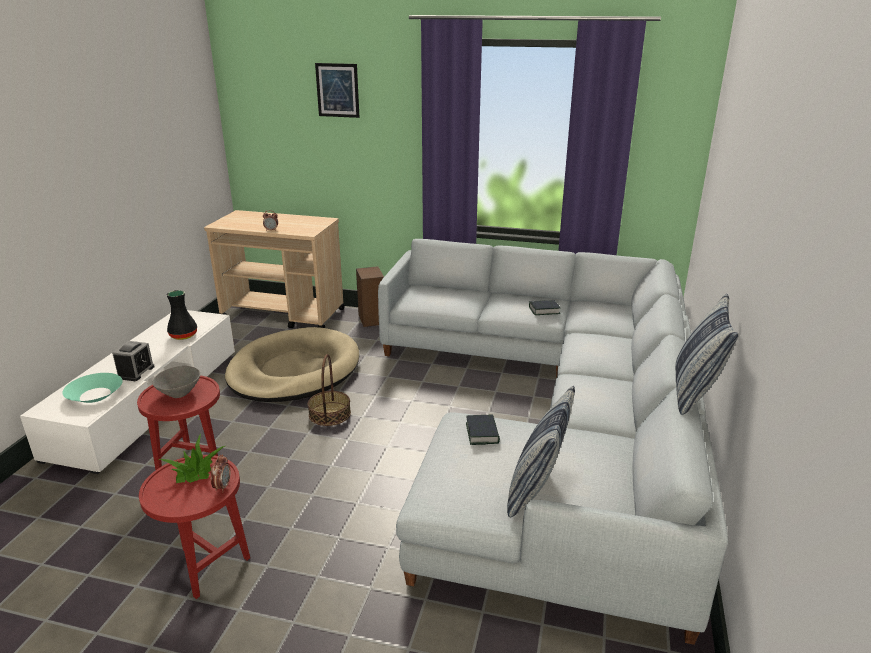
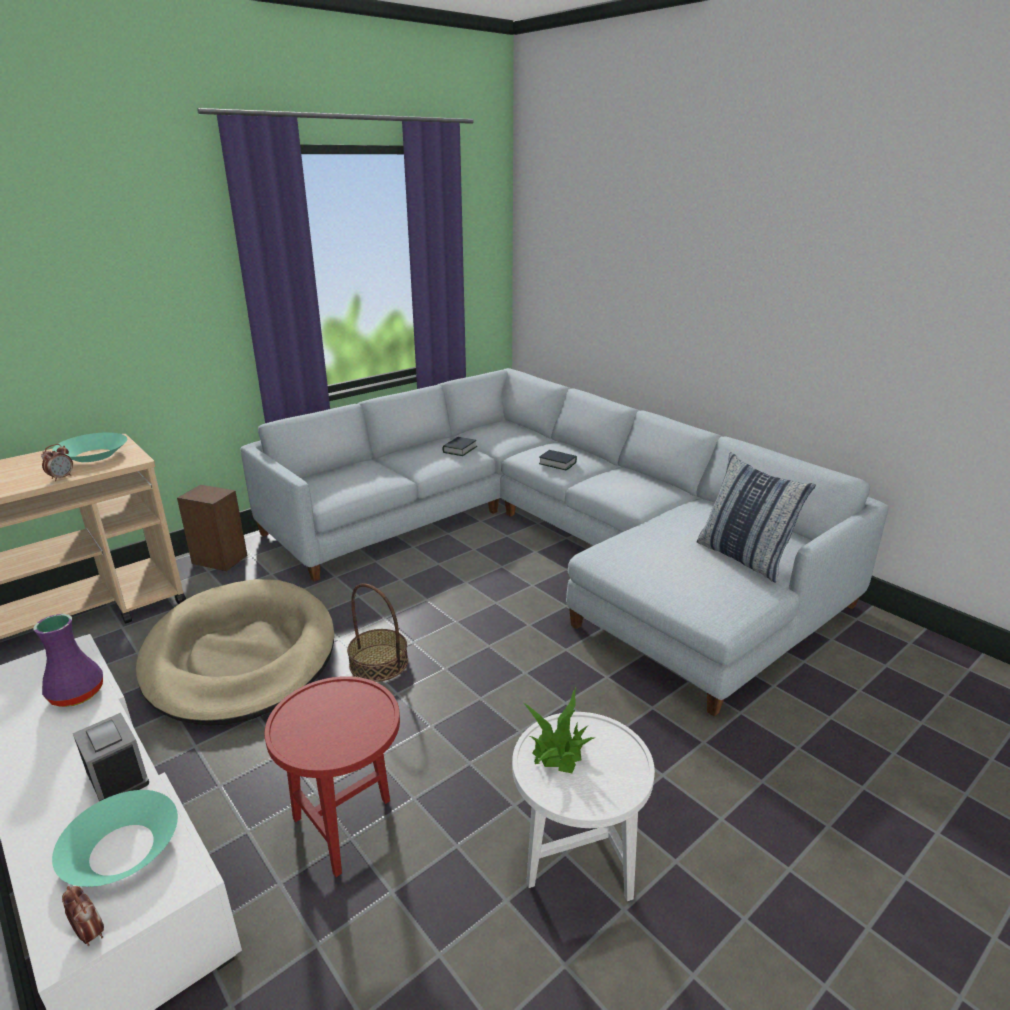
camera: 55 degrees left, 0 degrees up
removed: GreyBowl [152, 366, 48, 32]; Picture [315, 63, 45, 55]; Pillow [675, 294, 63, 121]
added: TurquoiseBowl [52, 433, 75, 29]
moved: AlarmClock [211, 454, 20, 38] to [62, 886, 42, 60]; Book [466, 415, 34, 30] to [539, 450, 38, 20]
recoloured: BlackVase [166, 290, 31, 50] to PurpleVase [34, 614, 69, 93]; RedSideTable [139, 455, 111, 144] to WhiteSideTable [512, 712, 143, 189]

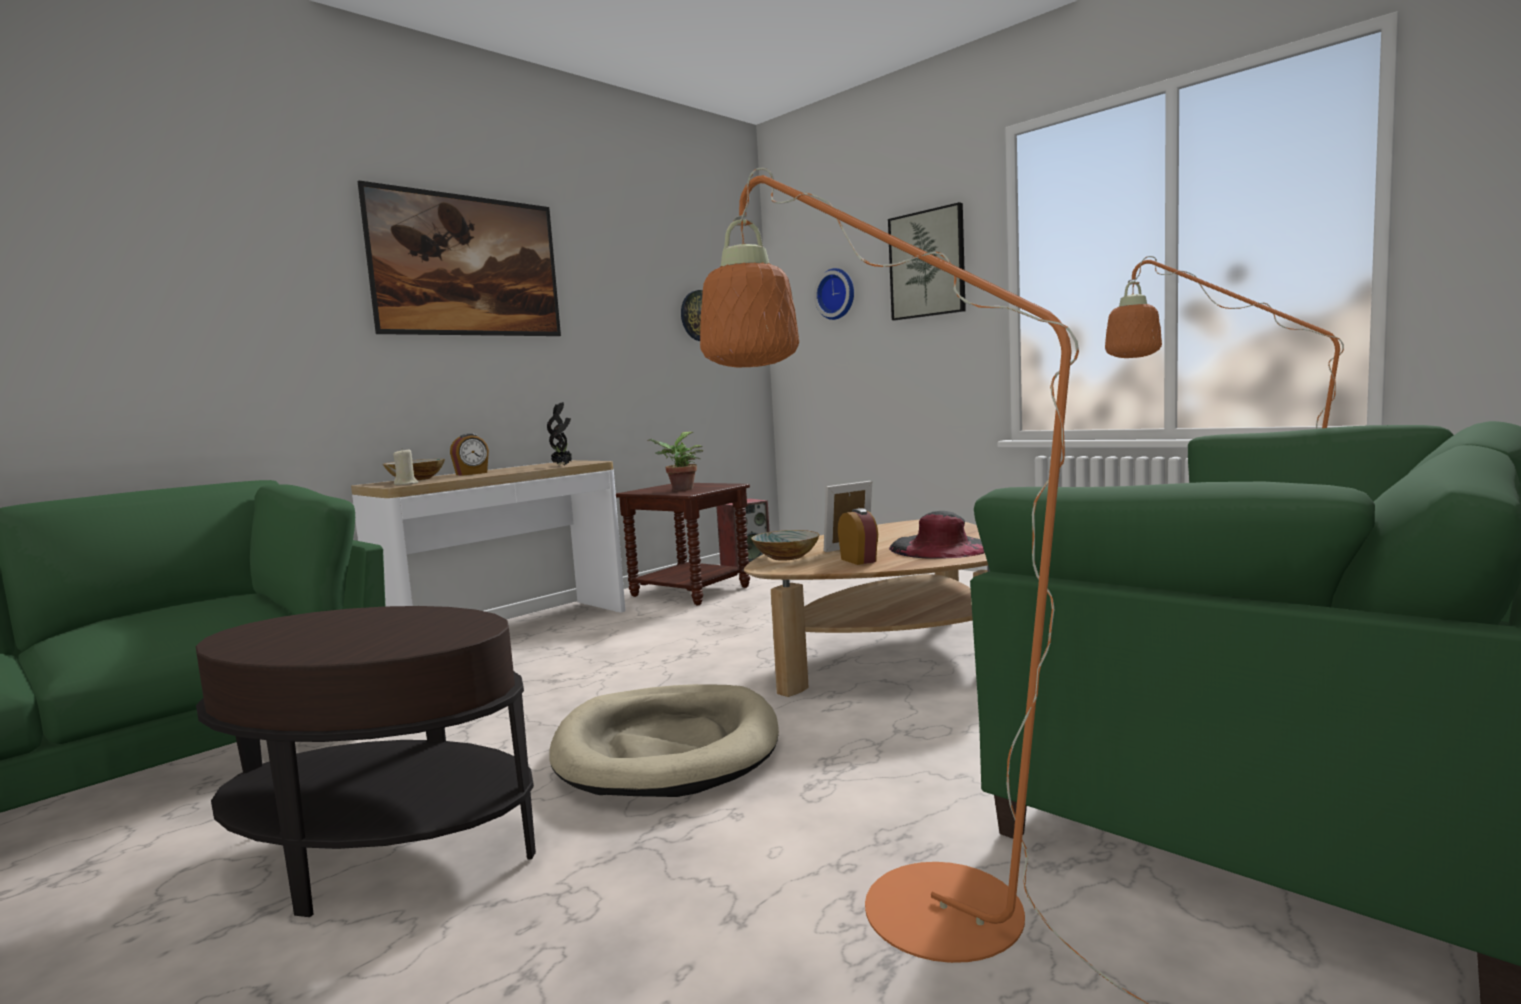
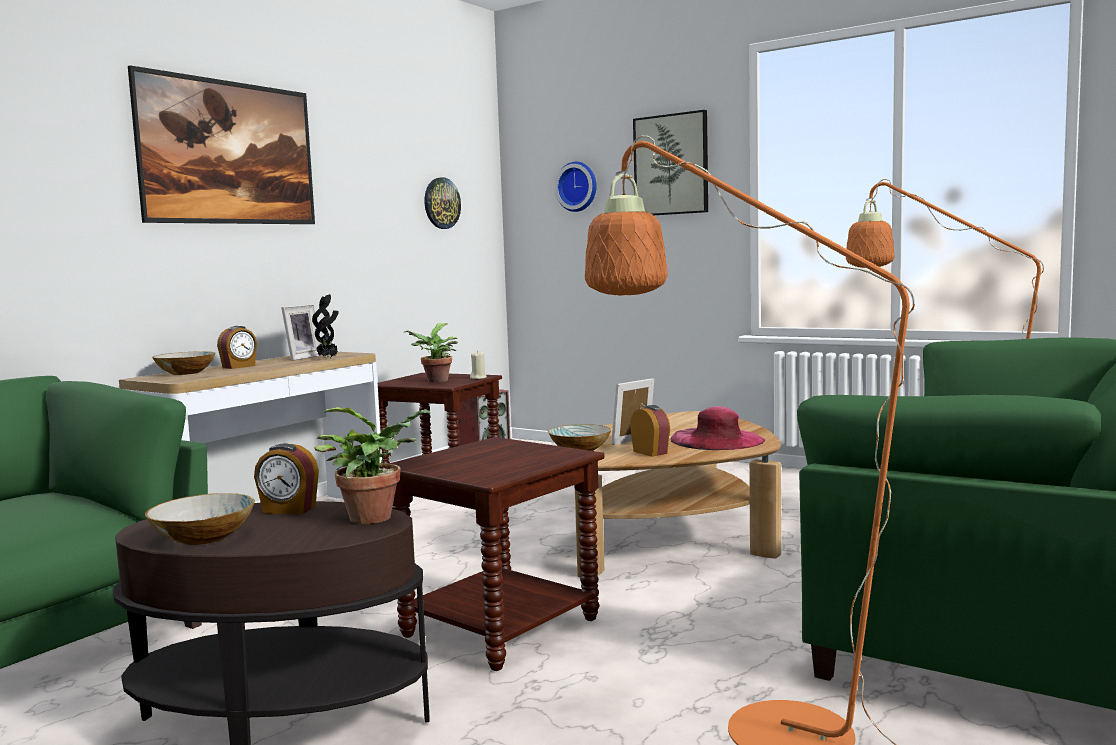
camera: 10 degrees left, 0 degrees up
added: Bowl [145, 493, 110, 52]; AlarmClock [254, 443, 65, 71]; PictureFrame [281, 304, 42, 57]; PottedPlant [314, 407, 118, 117]
moved: BeigeCandle [393, 449, 25, 36] to [470, 350, 17, 29]
replaced: BeigeDogBed [549, 684, 230, 113] to BrownSideTable [389, 437, 216, 234]
recoloured: BlackHat [889, 511, 96, 48] to PinkHat [670, 406, 95, 44]

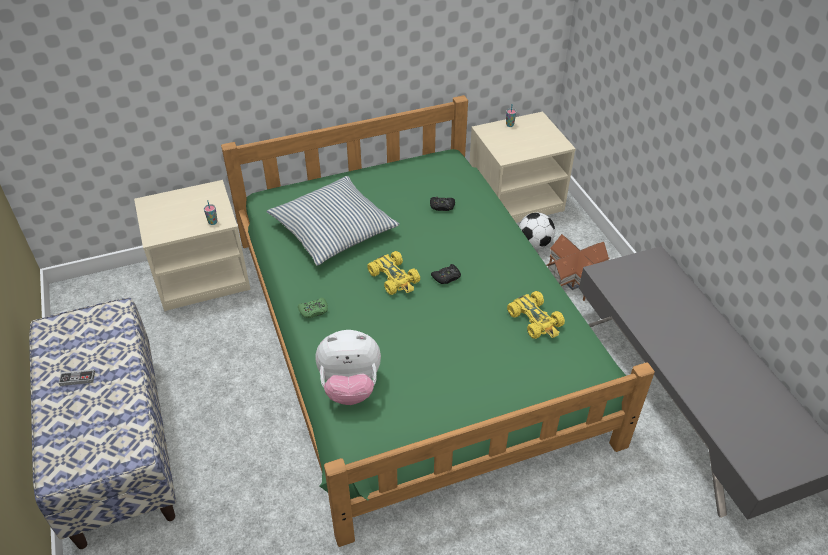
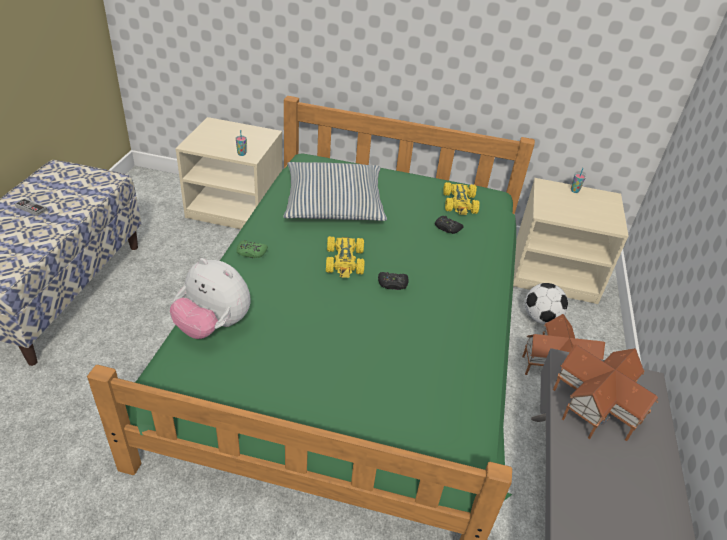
camera: 30 degrees right, 5 degrees down
added: ToyHouse [553, 345, 105, 96]
moved: YellowToyCar [507, 291, 58, 48] to [443, 182, 37, 33]

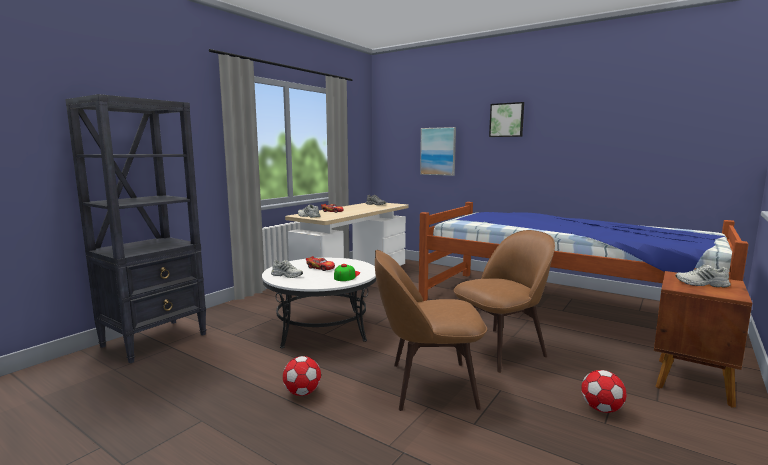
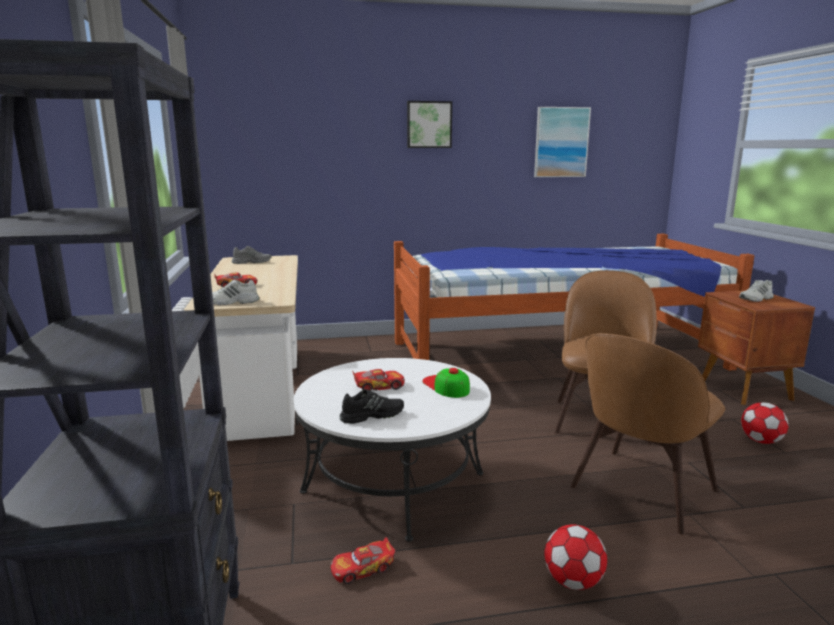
camera: 45 degrees left, 5 degrees up
added: ToyCar [331, 537, 64, 47]
moved: Picture [420, 127, 36, 49] to [534, 107, 57, 70]
recoloured: WhiteShoe [271, 260, 32, 18] to BlackShoe [339, 389, 65, 35]

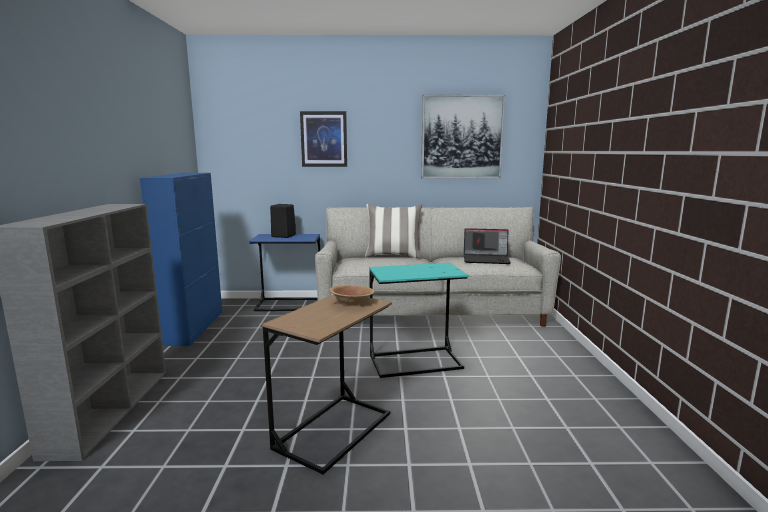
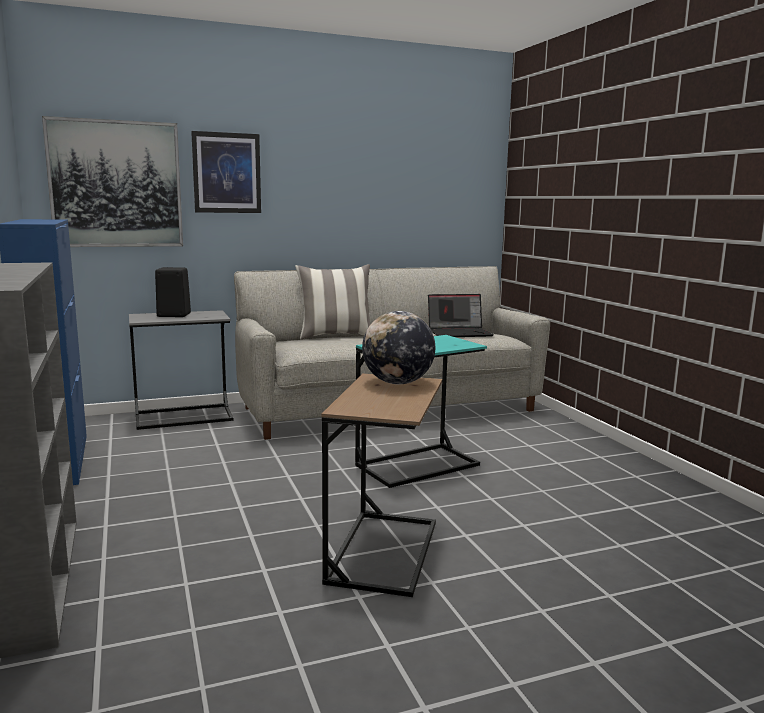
camera: 20 degrees left, 0 degrees up
moved: Picture [421, 95, 84, 83] to [42, 116, 141, 131]
replaced: BrownBowl [329, 285, 46, 20] to Globe [362, 311, 73, 73]
recoloured: BlueSideTable [249, 234, 71, 77] to GreySideTable [129, 310, 105, 120]

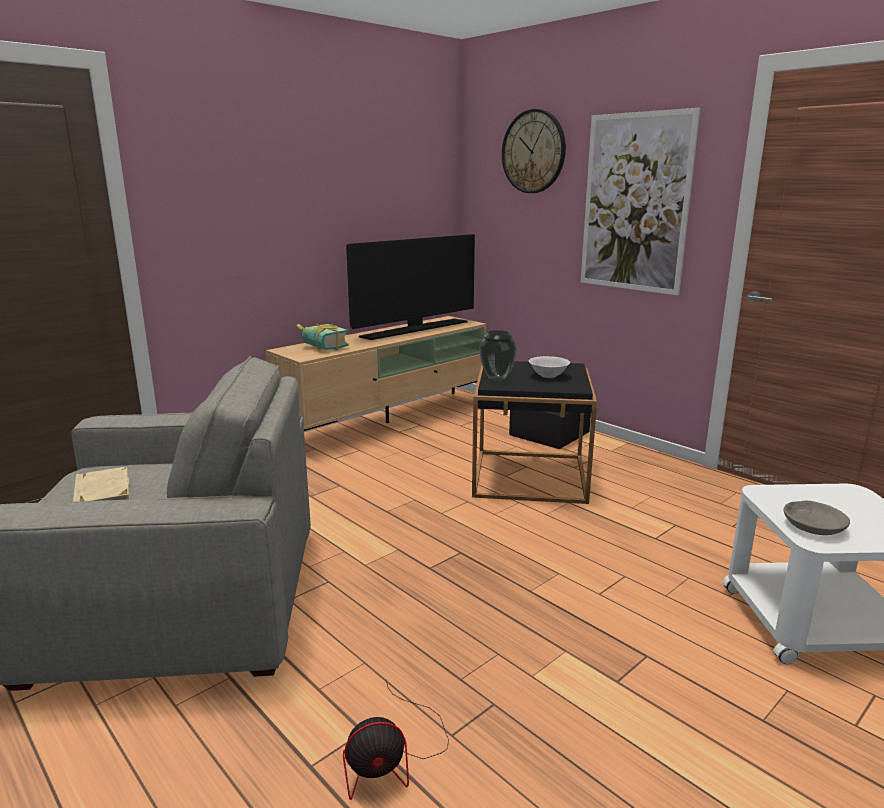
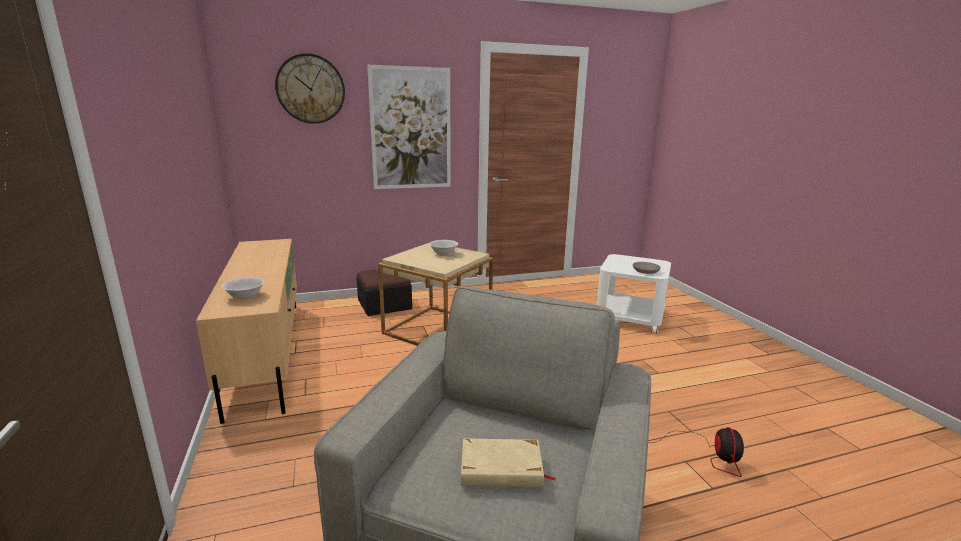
camera: 65 degrees left, 0 degrees up
removed: Television [346, 234, 129, 106]; Vase [479, 330, 38, 51]
replaced: Book [297, 324, 52, 27] to WhiteBowl [222, 277, 43, 23]
recoloured: BlackSideTable [472, 361, 125, 143] to BeigeSideTable [378, 243, 115, 103]

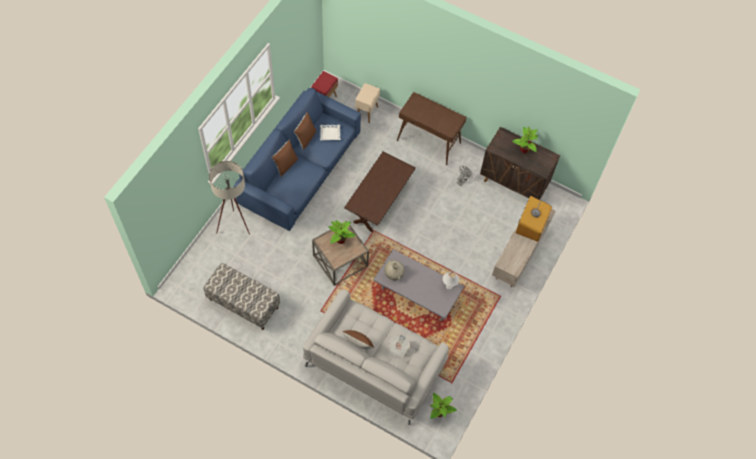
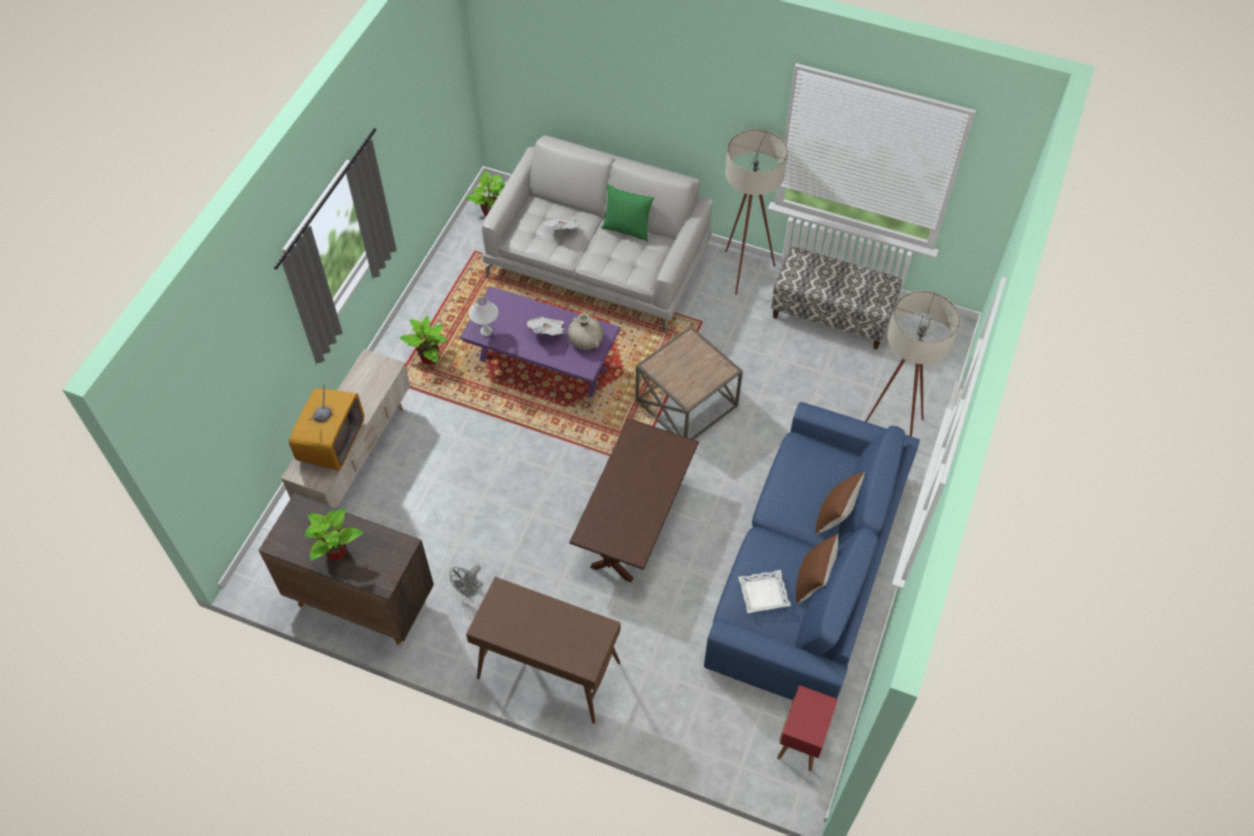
camera: 175 degrees right, 5 degrees down
removed: BeigeSideTable [355, 83, 25, 40]
added: Newspaper [527, 316, 37, 19]; BeigeFloorLamp [725, 129, 63, 166]
moved: PottedPlant [328, 220, 28, 24] to [400, 316, 48, 49]
recoloured: GreyCoffeeTable [373, 249, 91, 72] to PurpleCoffeeTable [460, 286, 161, 111]; BrownPillow [342, 330, 32, 19] to GreenPillow [601, 184, 53, 57]

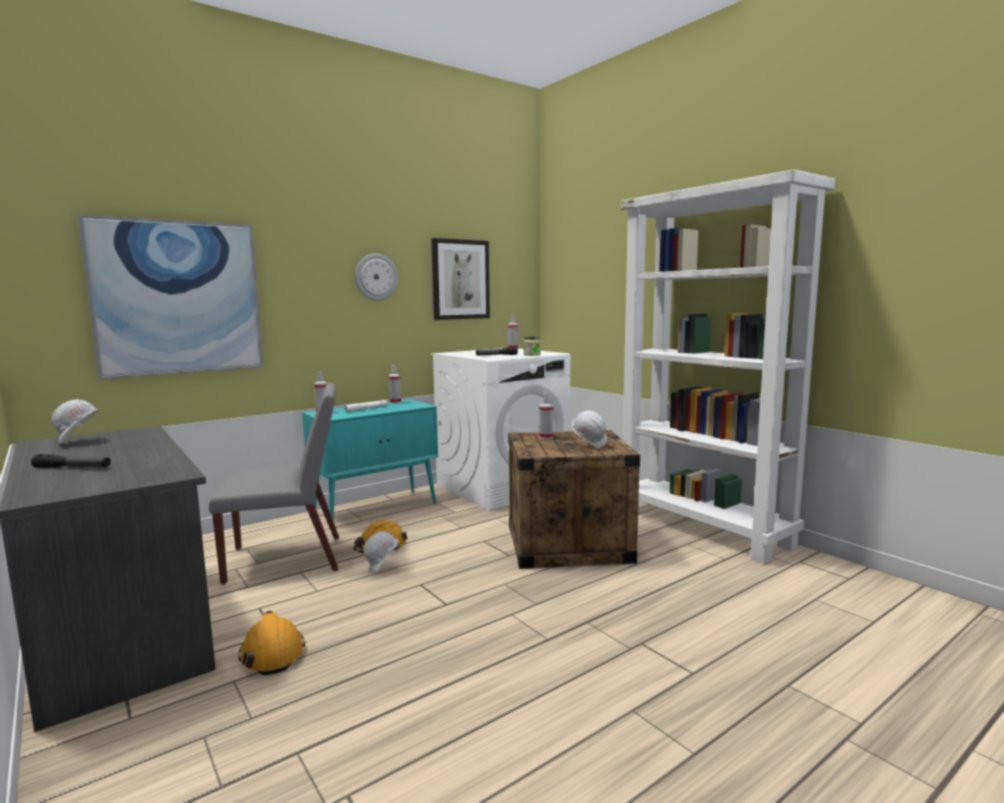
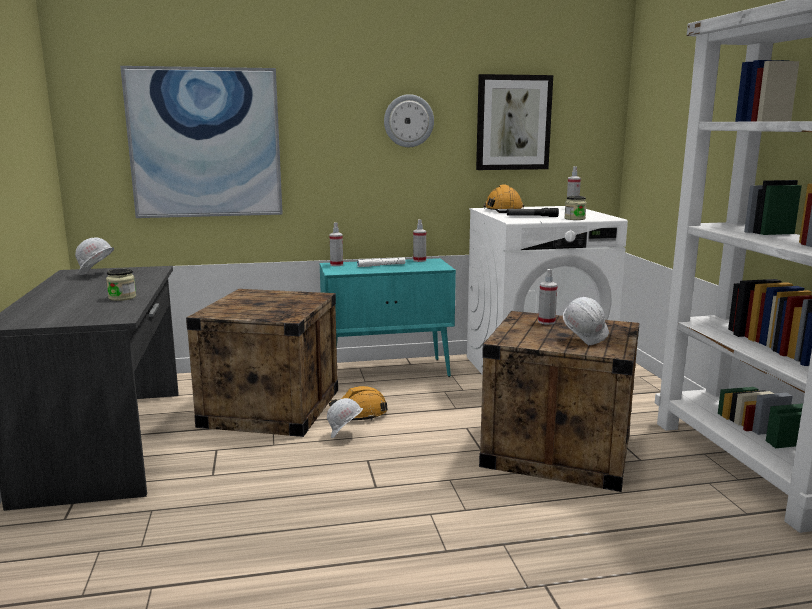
camera: 25 degrees right, 5 degrees up
removed: Flashlight [31, 454, 80, 14]
added: Jar [106, 268, 30, 33]
moved: OrangeHardHat [238, 611, 68, 64] to [484, 185, 40, 28]
replaced: GreyChair [209, 383, 130, 201] to Crate [186, 289, 152, 148]

